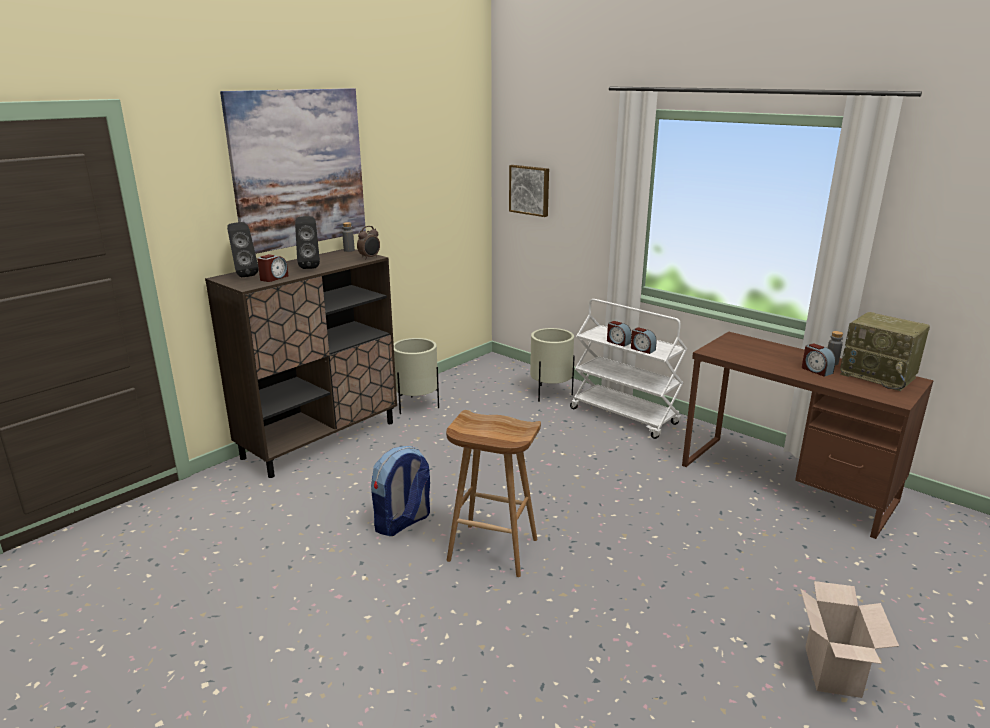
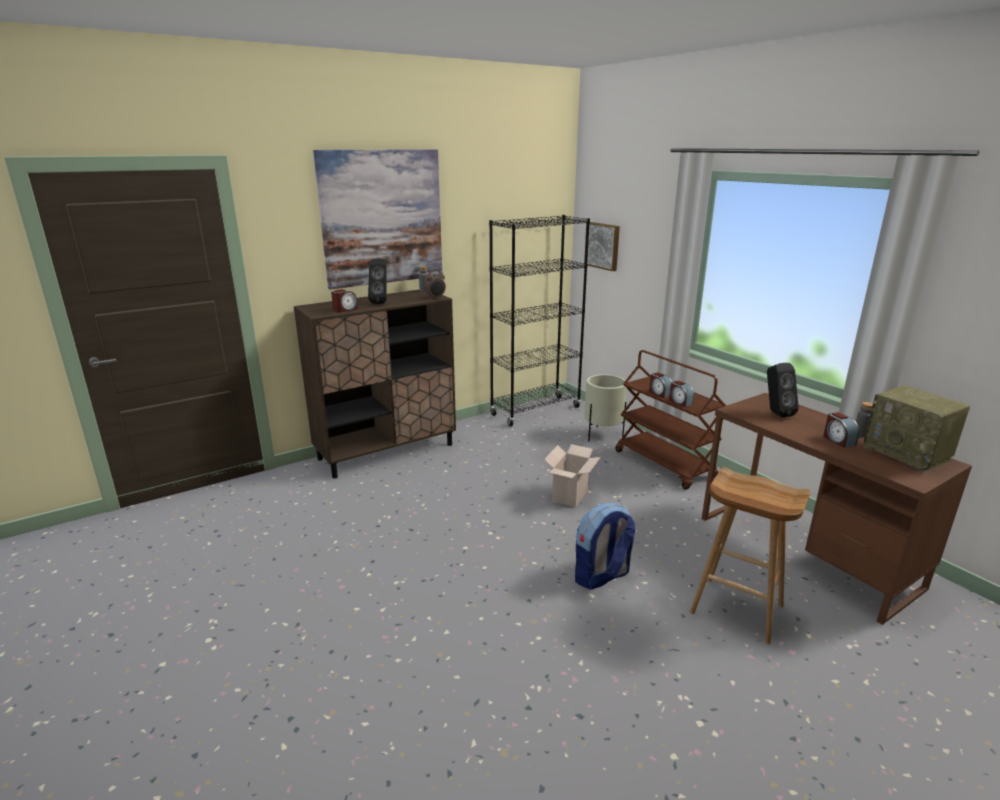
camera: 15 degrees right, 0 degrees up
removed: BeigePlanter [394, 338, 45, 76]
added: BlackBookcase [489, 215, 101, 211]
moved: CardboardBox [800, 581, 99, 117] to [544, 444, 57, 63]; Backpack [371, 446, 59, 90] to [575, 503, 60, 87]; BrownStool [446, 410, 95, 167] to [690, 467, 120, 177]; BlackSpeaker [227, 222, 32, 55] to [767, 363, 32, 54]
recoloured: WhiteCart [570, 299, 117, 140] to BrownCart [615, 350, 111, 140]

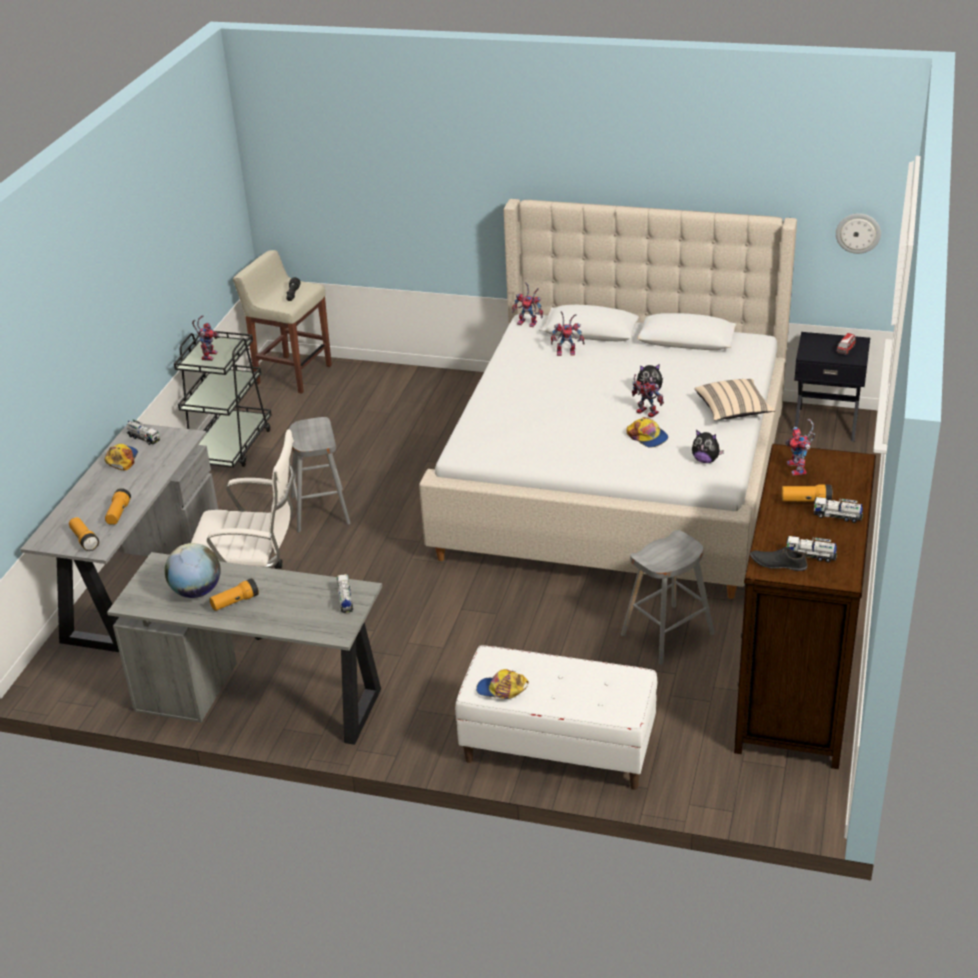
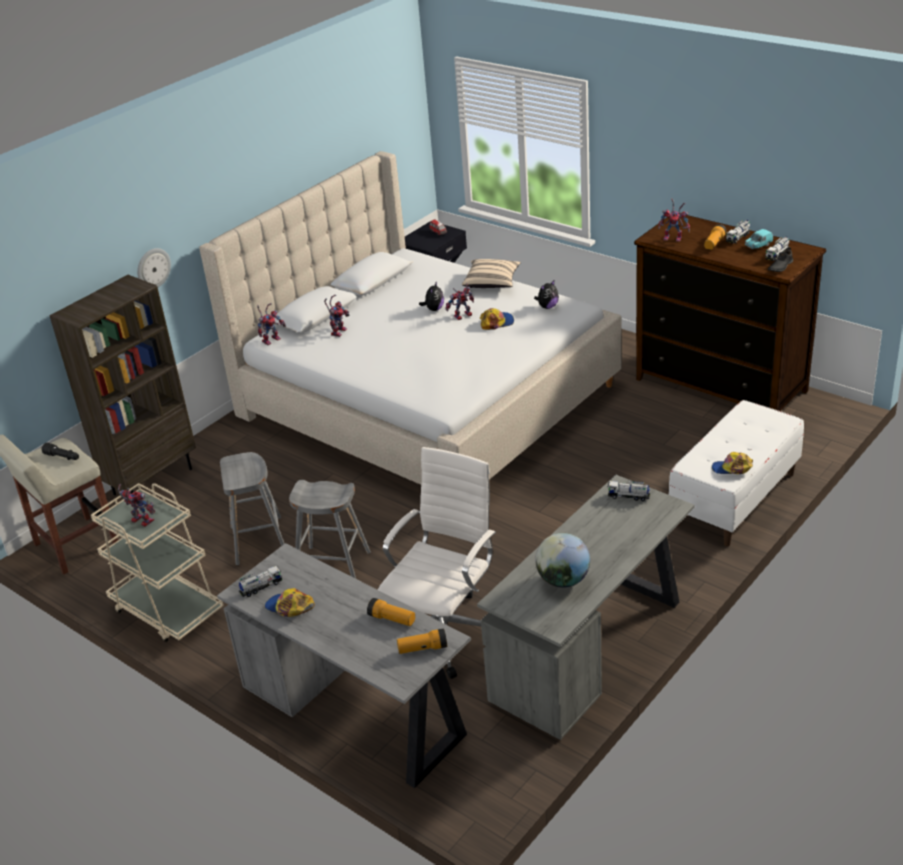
camera: 65 degrees left, 0 degrees up
removed: Flashlight [209, 578, 50, 33]
added: BrownBookcase [49, 275, 147, 220]; TurquoiseToyCar [744, 229, 29, 20]
moved: WallClock [836, 213, 45, 41] to [137, 248, 34, 39]; GreyStool [621, 530, 94, 134] to [220, 452, 65, 113]
recoloured: BlackCart [174, 331, 98, 137] to BeigeCart [91, 483, 133, 159]
turned: Cap [476, 669, 53, 30] = [712, 452, 41, 22] 60 degrees clockwise

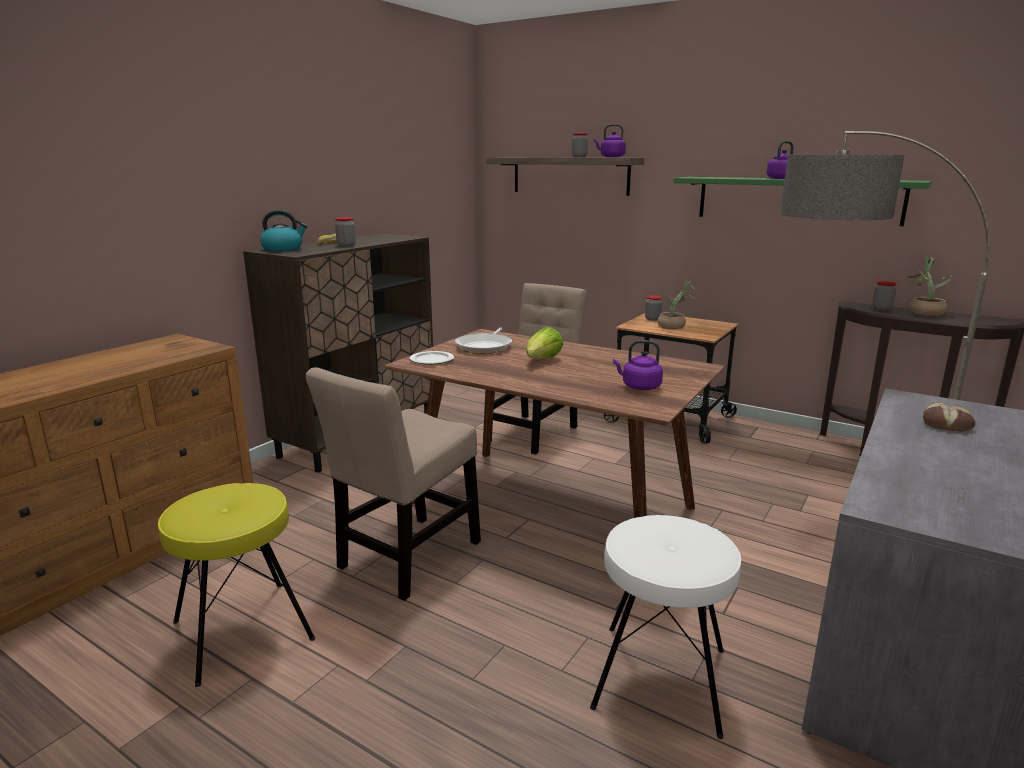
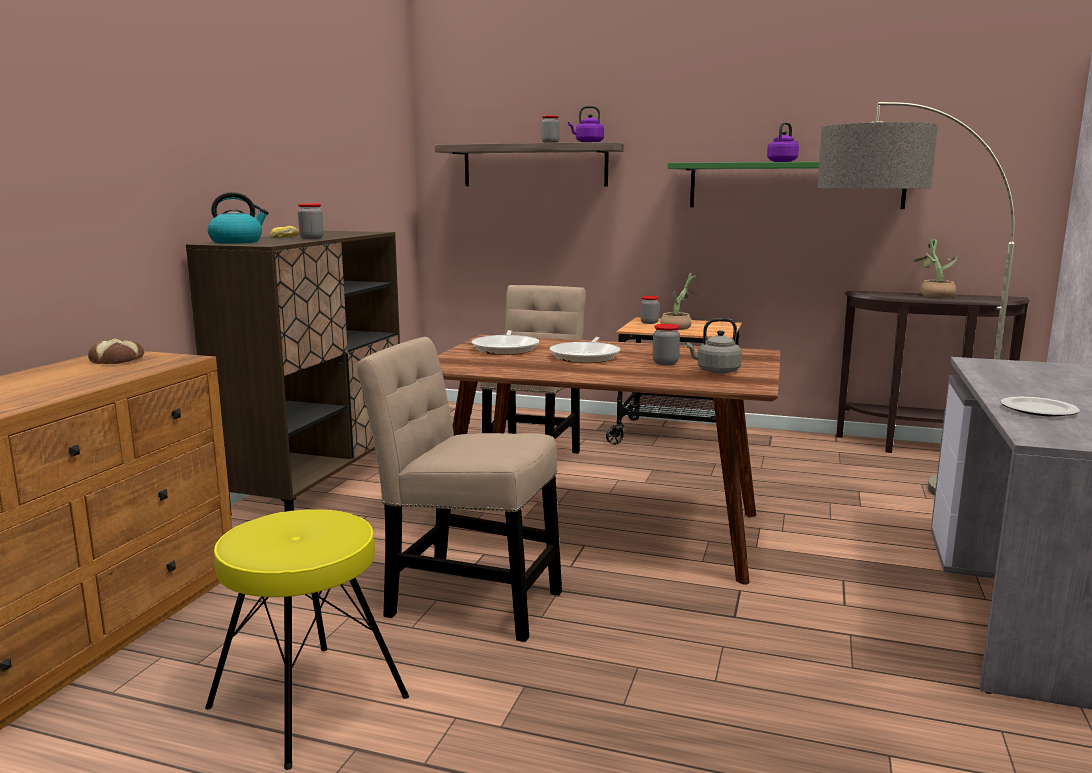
camera: 15 degrees left, 5 degrees down
removed: WhiteStool [590, 515, 151, 224]
moved: Bread [923, 402, 52, 30] to [88, 338, 56, 26]; Jar [872, 281, 25, 29] to [653, 324, 27, 41]; Plate [410, 351, 44, 14] to [1001, 397, 79, 20]
replaced: Lettuce [526, 327, 37, 31] to FryingPan [550, 337, 70, 26]
recoloured: PurpleKettle [613, 340, 50, 50] to GreyKettle [685, 318, 57, 56]
turned: BeigeChair [306, 367, 175, 234] = [356, 337, 206, 305] 90 degrees clockwise

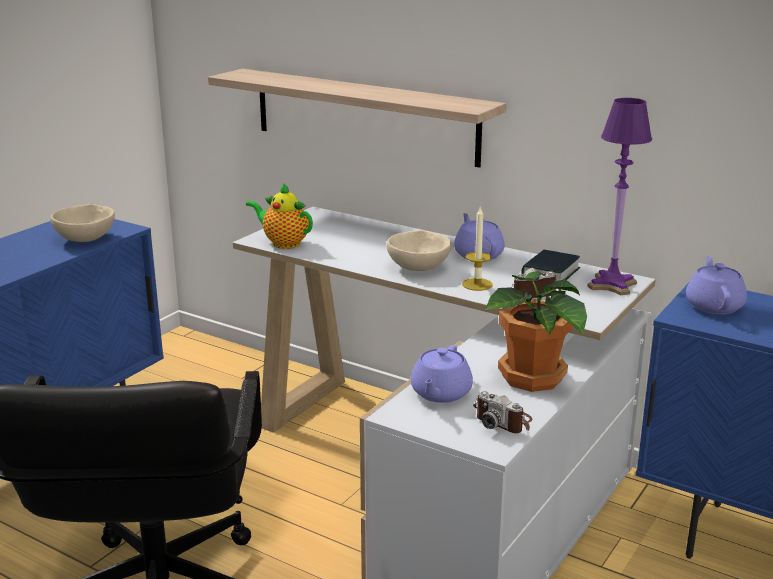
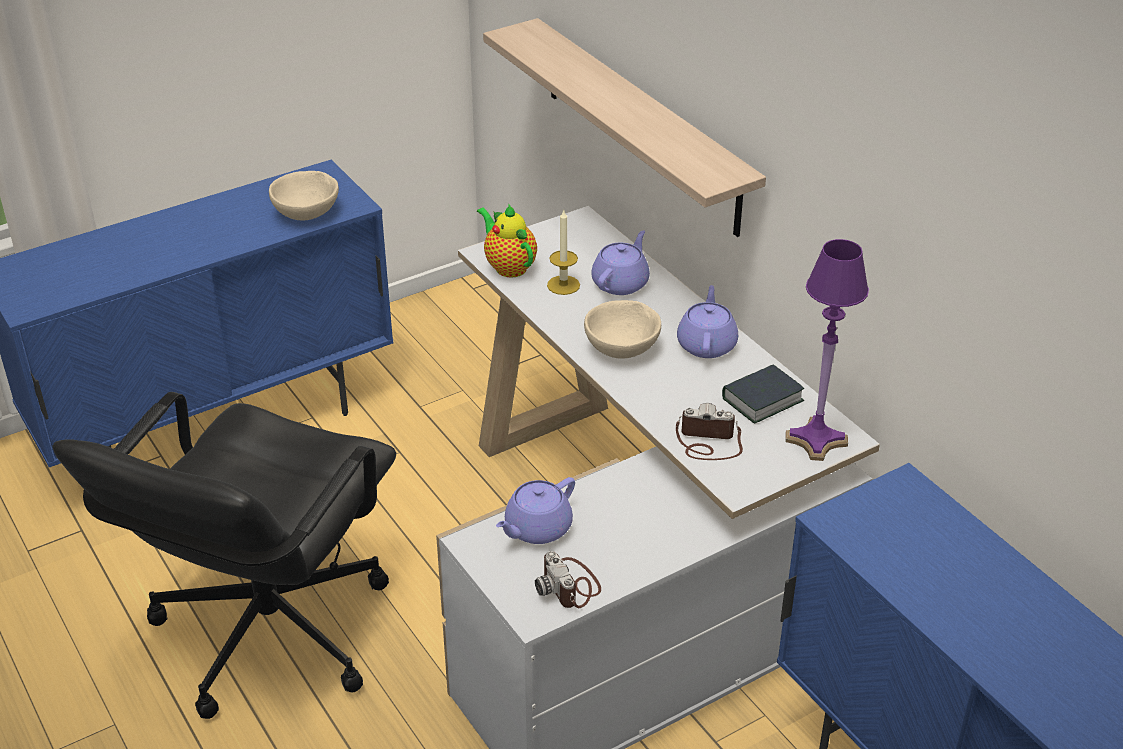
camera: 25 degrees right, 15 degrees up
removed: PottedPlant [485, 271, 102, 121]
moved: Candle [462, 206, 31, 85] to [547, 210, 33, 85]; PurpleTeapot [686, 255, 61, 59] to [591, 230, 59, 65]

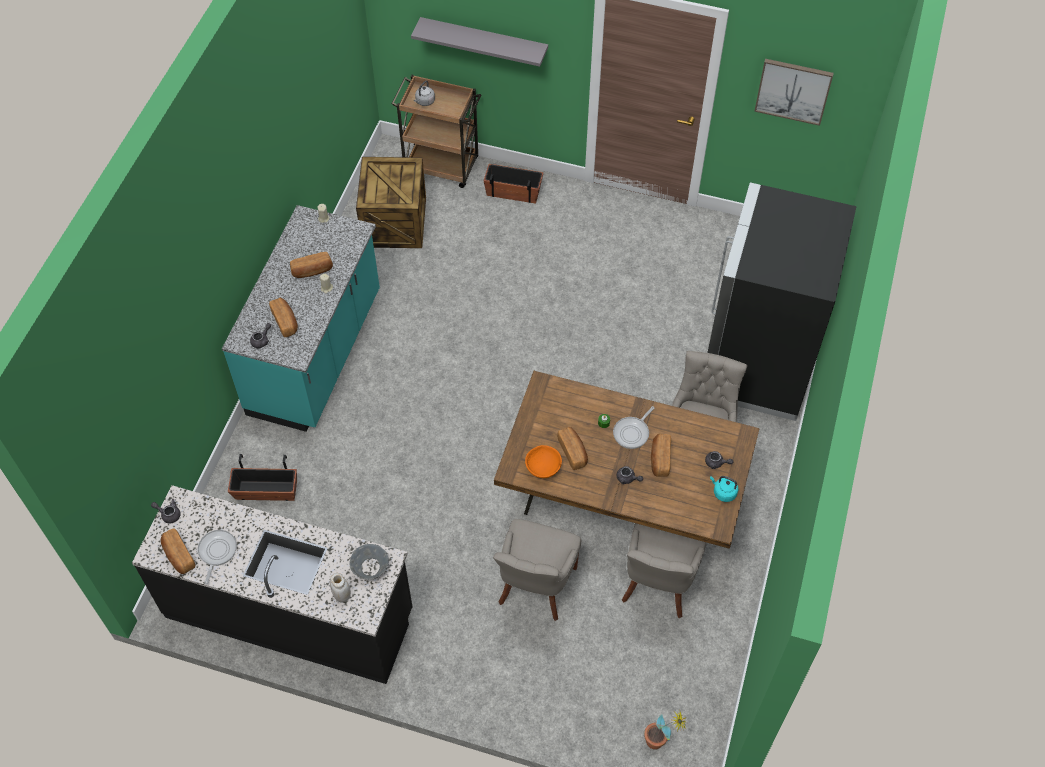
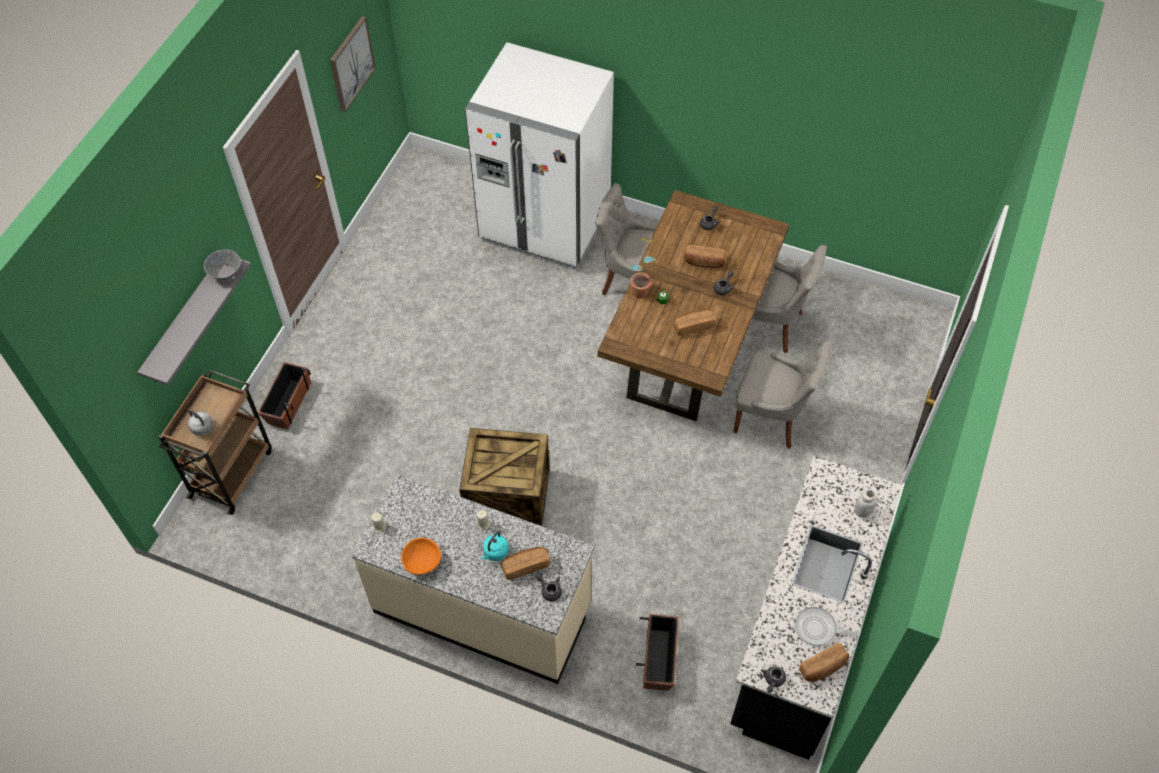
camera: 85 degrees left, 0 degrees up
removed: Bread [290, 252, 43, 26]; FryingPan [613, 406, 41, 43]
moved: GreyBowl [349, 544, 40, 35] to [204, 249, 37, 31]; OrangeBowl [525, 445, 37, 33] to [401, 538, 40, 37]; Crate [356, 157, 70, 91] to [459, 428, 90, 98]; TurquoiseKettle [710, 476, 28, 26] to [481, 531, 28, 30]; PottedPlant [644, 711, 43, 39] to [629, 238, 28, 61]
recoloured: TurquoiseCounter [222, 205, 158, 227] to BeigeCounter [352, 474, 243, 210]; BlackFridge [707, 182, 150, 239] to WhiteFridge [465, 42, 149, 228]

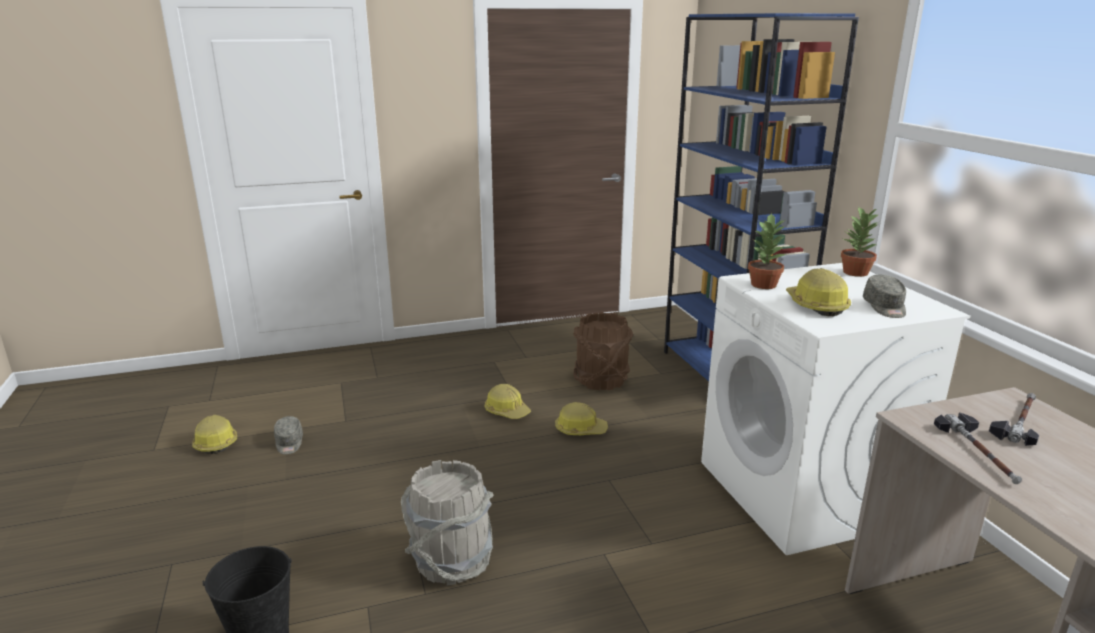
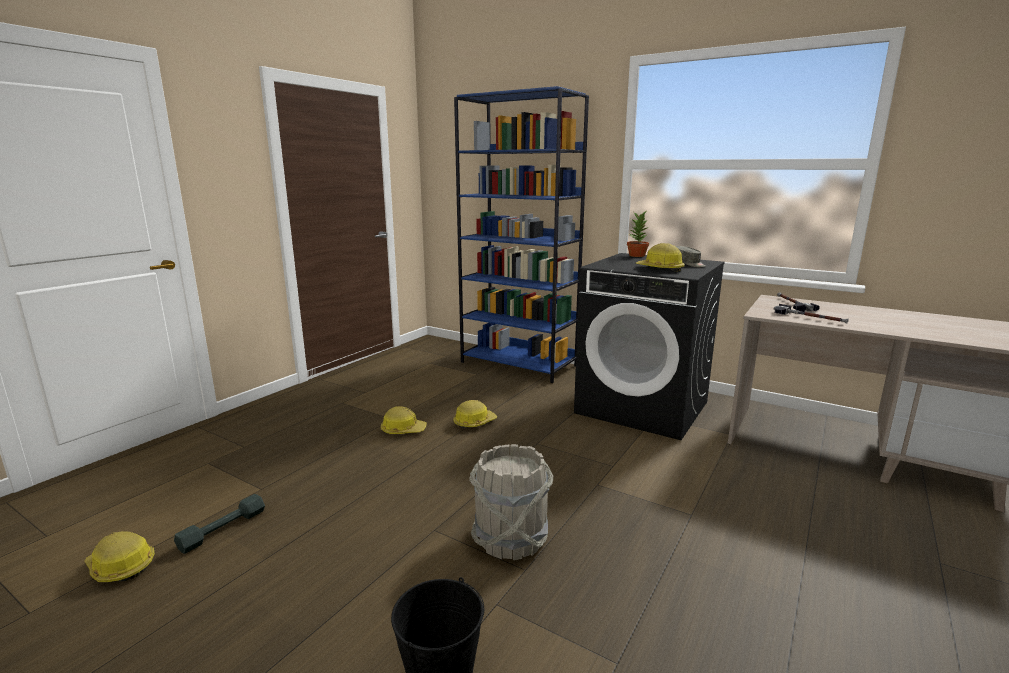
camera: 40 degrees left, 5 degrees down
removed: BrownBucket [573, 312, 60, 78]; PottedPlant [748, 213, 38, 76]
replaced: GreyCap [274, 416, 29, 39] to GreyDumbbell [174, 494, 91, 60]
recoloured: WhiteWashingMachine [701, 263, 269, 292] to BlackWashingMachine [574, 253, 151, 187]

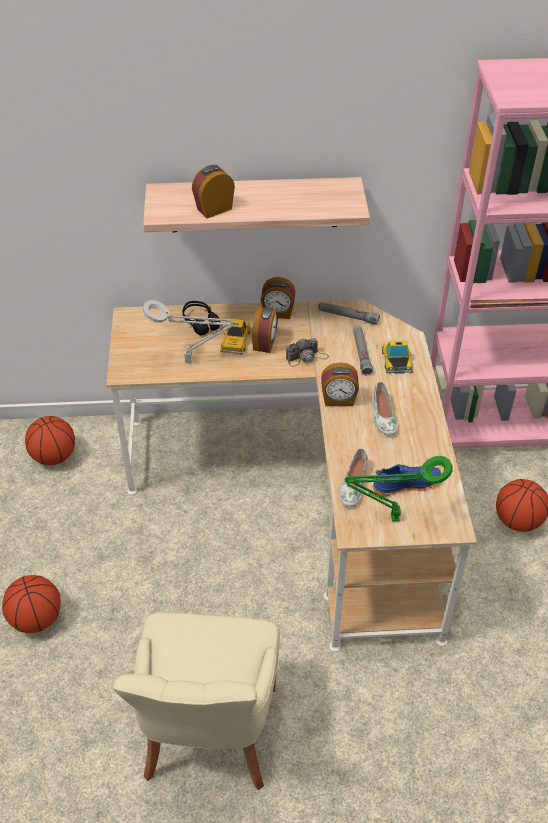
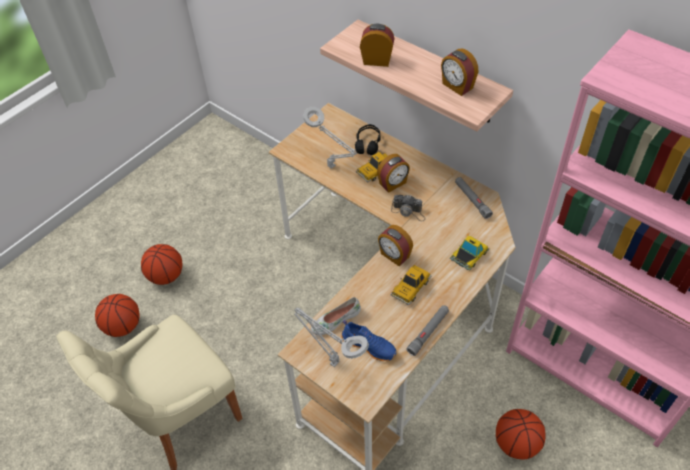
camera: 45 degrees right, 5 degrees up
moved: Basketball [25, 416, 50, 49] to [95, 294, 45, 43]; GreyFlashlight [353, 326, 20, 49] to [406, 306, 43, 50]; AlarmClock [261, 277, 35, 42] to [441, 48, 37, 48]
replaced: WhiteShoe [371, 381, 27, 54] to ToyCar [391, 265, 40, 40]
recoloured: GreenTableLamp [345, 456, 108, 66] to GreyTableLamp [294, 308, 75, 59]

